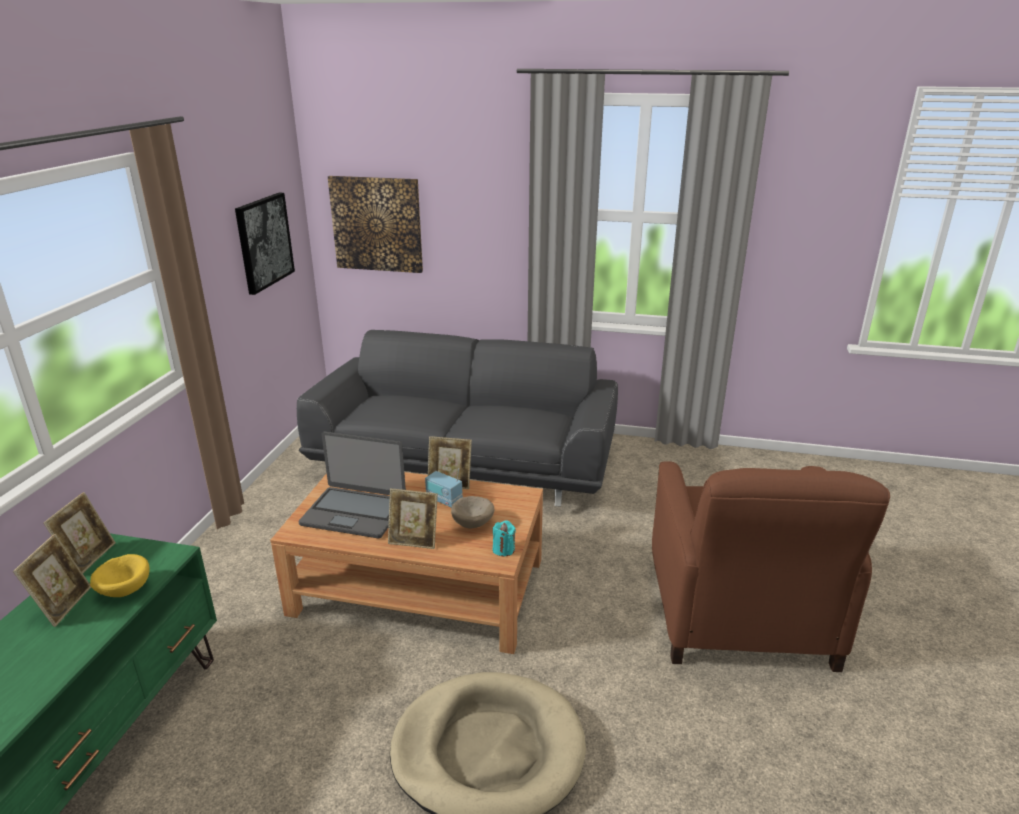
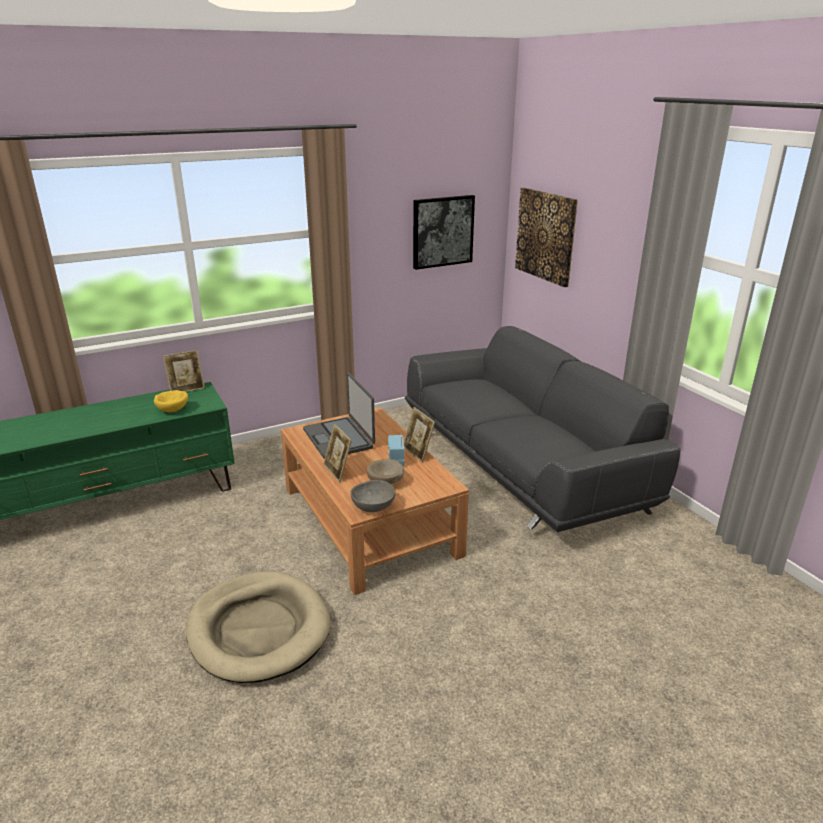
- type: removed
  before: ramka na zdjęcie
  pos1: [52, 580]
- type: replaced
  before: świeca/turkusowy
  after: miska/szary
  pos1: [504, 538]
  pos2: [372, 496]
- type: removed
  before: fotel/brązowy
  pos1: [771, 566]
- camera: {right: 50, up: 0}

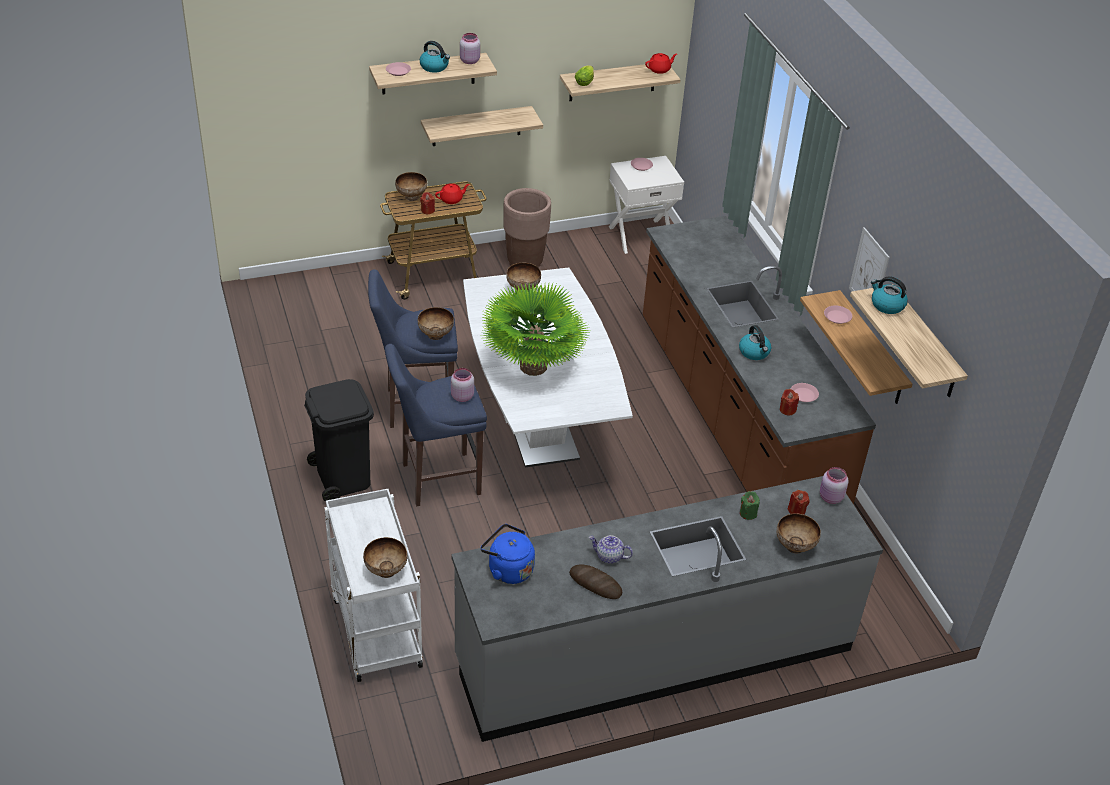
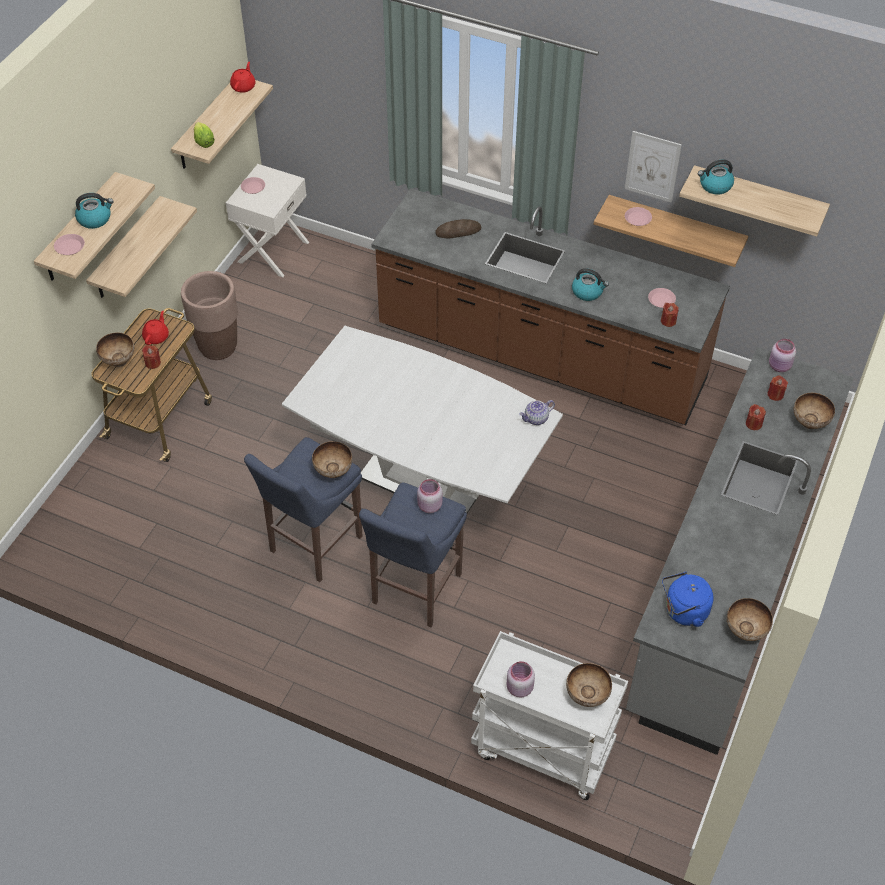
- type: removed
  before: kosz na śmieci/czarny
  pos1: [339, 440]
- type: moved
  before: słoik/różowy
  pos1: [470, 48]
  pos2: [520, 679]
- type: removed
  before: roślina doniczkowa
  pos1: [536, 330]
- type: moved
  before: miska
  pos1: [523, 278]
  pos2: [750, 619]
- type: moved
  before: chleb
  pos1: [595, 582]
  pos2: [458, 229]
- type: moved
  before: imbryk
  pos1: [611, 549]
  pos2: [537, 412]
- type: recoloured
  before: świeca/zielony
  after: świeca/czerwony
  pos1: [750, 505]
  pos2: [756, 417]
- camera: {right: -45, up: 10}

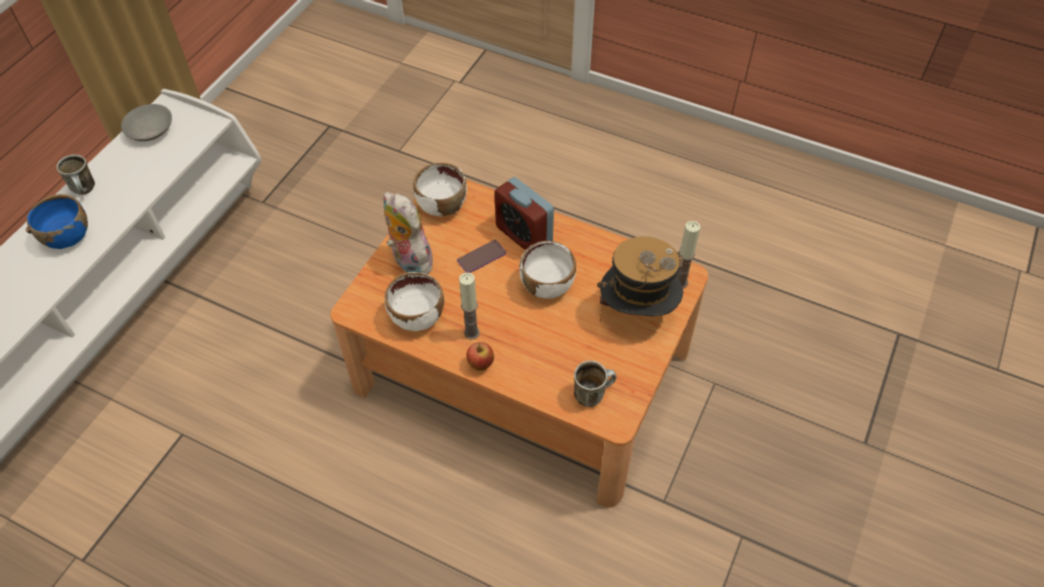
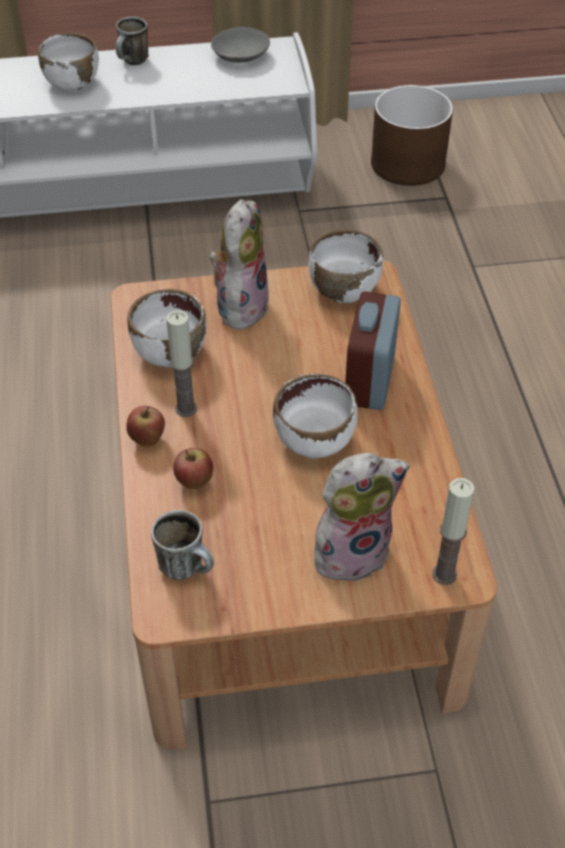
- type: recoloured
  before: miska/niebieski
  after: miska/biały
  pos1: [57, 221]
  pos2: [68, 62]
- type: removed
  before: telefon
  pos1: [481, 256]
- type: replaced
  before: kapelusz
  after: pluszak
  pos1: [640, 280]
  pos2: [362, 519]
- type: added
  after: jabłko
  pos2: [193, 468]
- type: added
  after: donica/brązowy
  pos2: [412, 135]
- camera: {right: 55, up: -5}

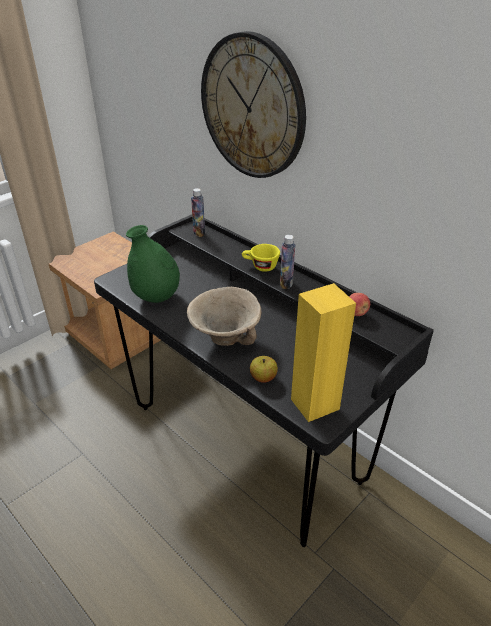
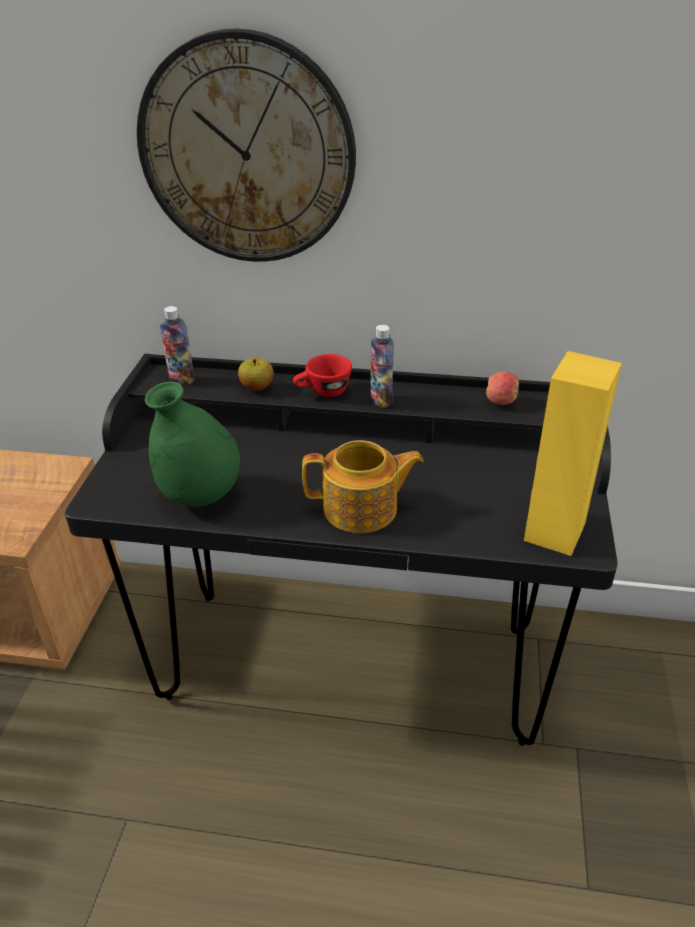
- type: replaced
  before: miska/beżowy
  after: imbryk
  pos1: [224, 316]
  pos2: [363, 486]
- type: recoloured
  before: filiżanka/żółty
  after: filiżanka/czerwony
  pos1: [261, 258]
  pos2: [322, 375]
- type: moved
  before: jabłko
  pos1: [264, 369]
  pos2: [255, 374]
- camera: {right: -35, up: 0}

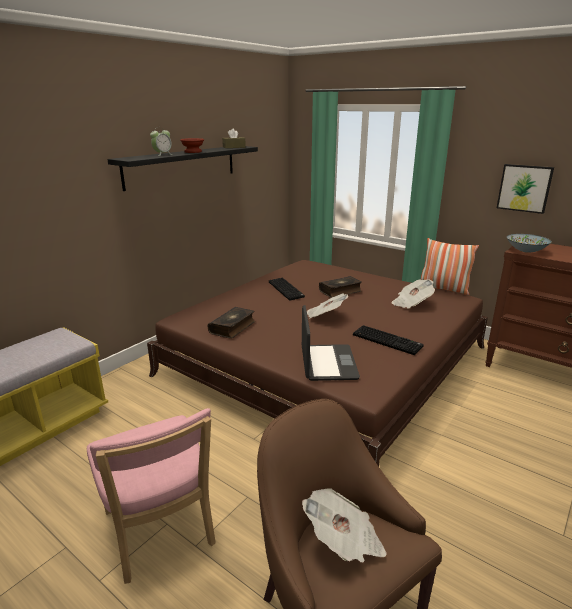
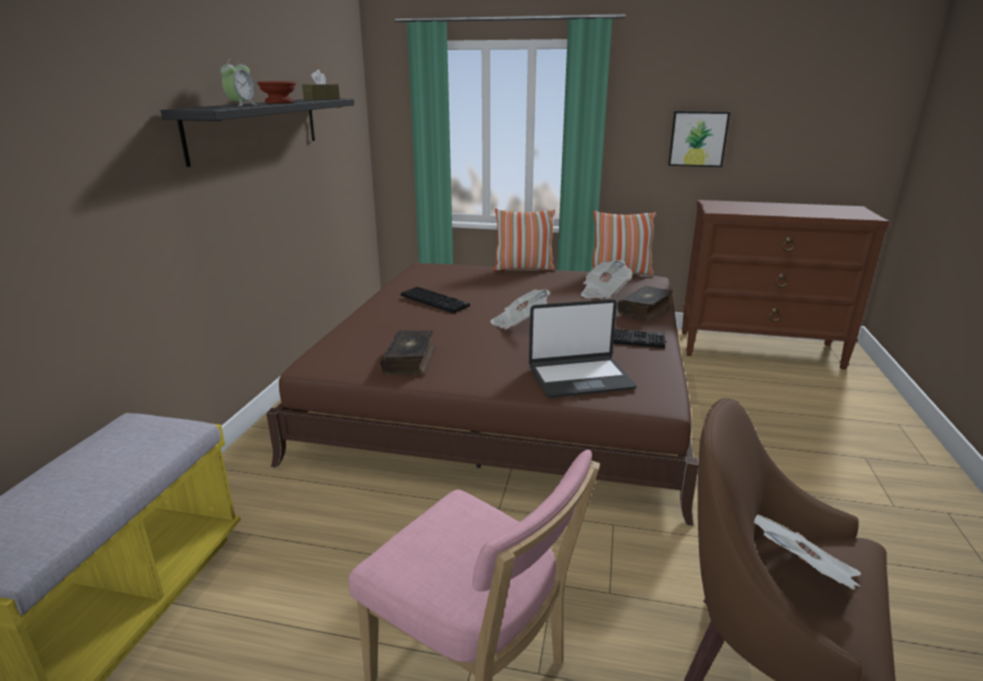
- type: turned
  before: laptop
  pos1: [331, 343]
  pos2: [582, 348]
  turn: 105
- type: moved
  before: książka
  pos1: [340, 287]
  pos2: [645, 303]
- type: removed
  before: miska
  pos1: [529, 243]
- type: added
  after: poduszka
  pos2: [524, 240]
- camera: {right: -25, up: 0}

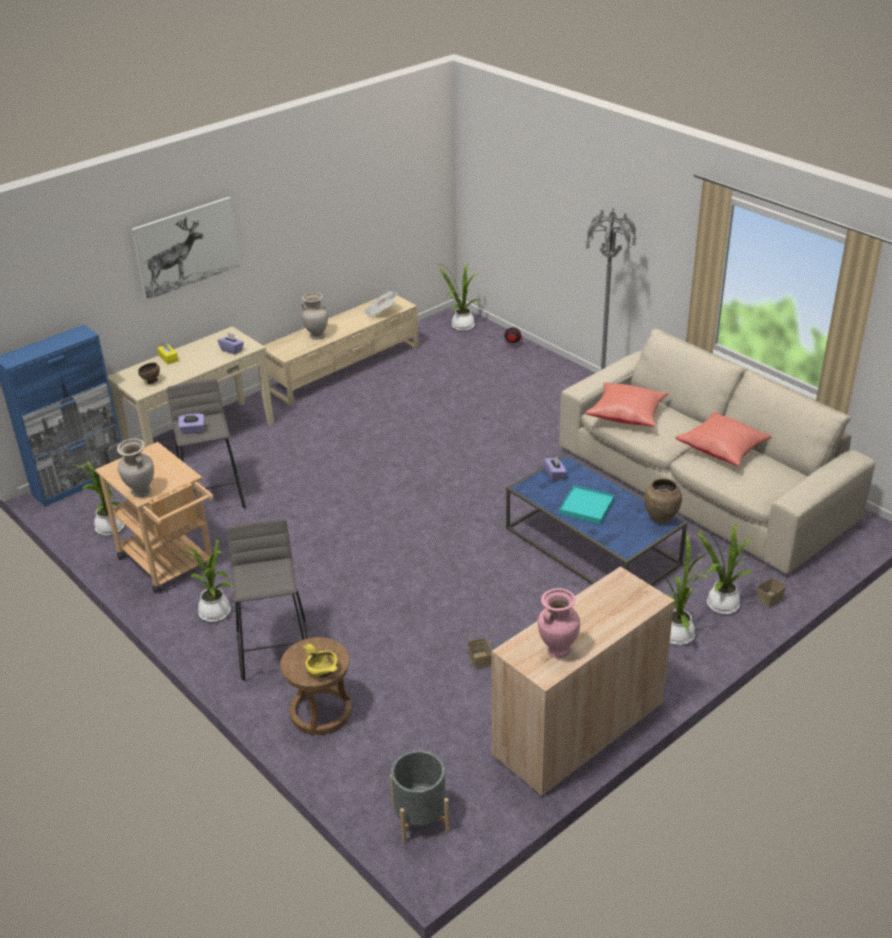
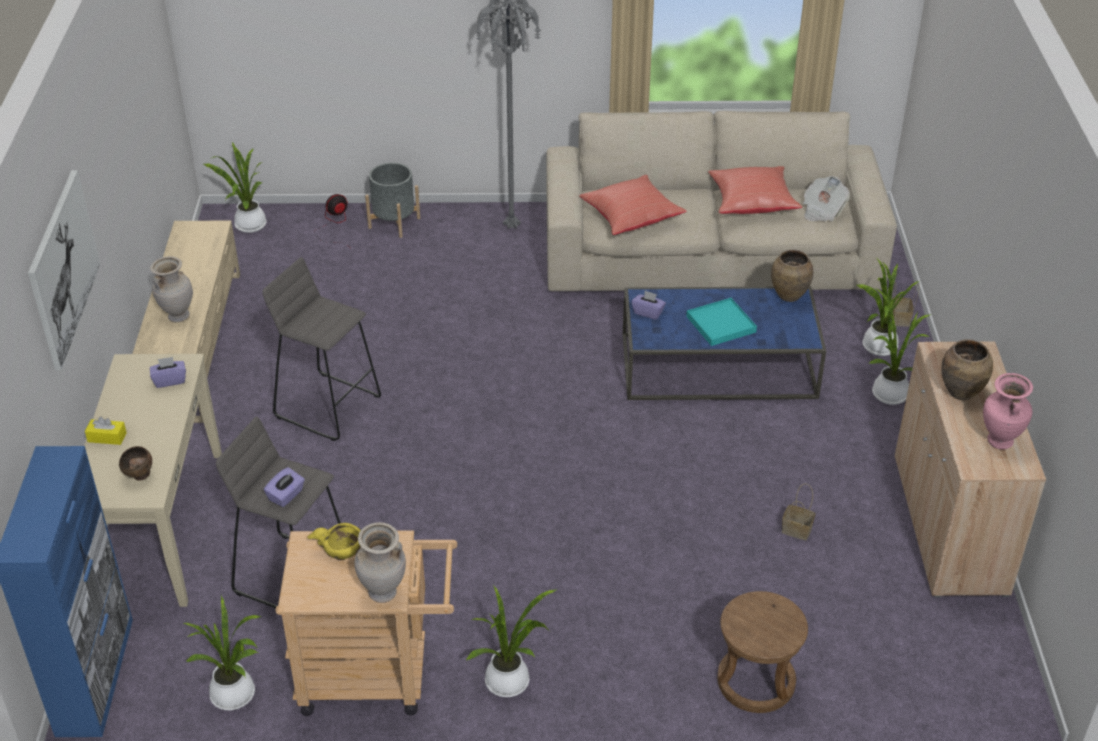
- type: moved
  before: stołek/szary
  pos1: [268, 599]
  pos2: [321, 349]
- type: moved
  before: miska/żółty
  pos1: [320, 661]
  pos2: [334, 541]
- type: moved
  before: gazeta
  pos1: [380, 304]
  pos2: [826, 199]
- type: moved
  before: donica/szary
  pos1: [420, 796]
  pos2: [392, 200]
- type: added
  after: wazon/brązowy
  pos2: [967, 369]
- camera: {right: -50, up: 5}

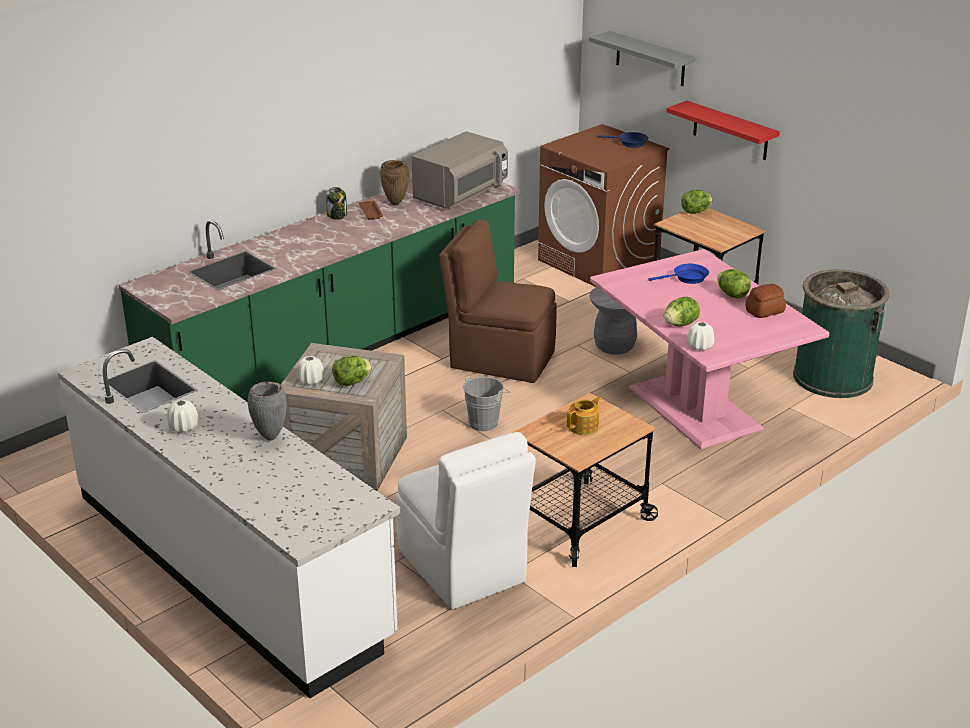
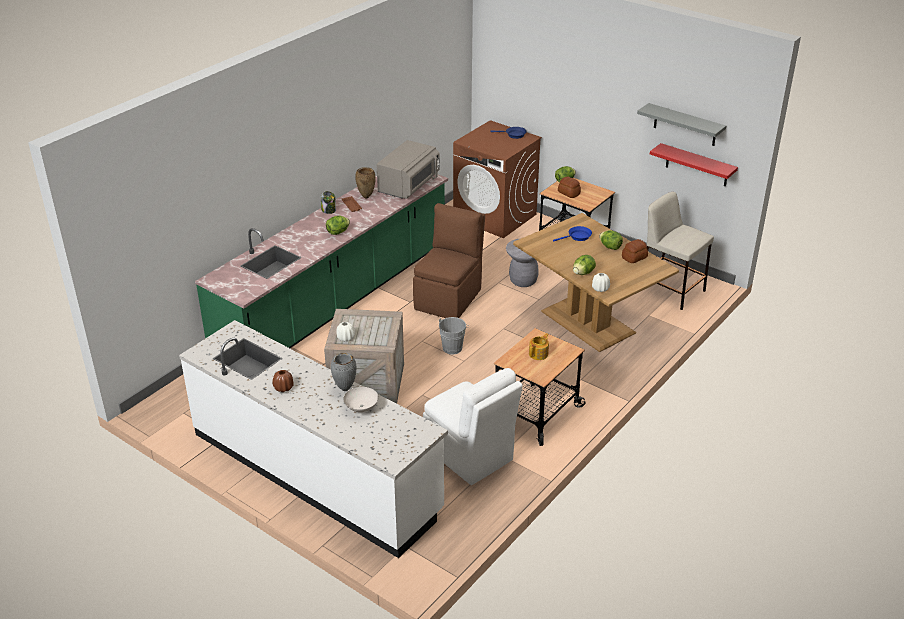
- type: recoloured
  before: wazon/biały
  after: wazon/brązowy
  pos1: [182, 416]
  pos2: [283, 381]
- type: moved
  before: sałata
  pos1: [352, 371]
  pos2: [338, 225]
- type: turned
  before: krzesło/brązowy
  pos1: [497, 301]
  pos2: [449, 260]
  turn: 105
- type: moved
  before: półka/szary
  pos1: [642, 58]
  pos2: [681, 124]
- type: recoloured
  before: stół jadalny/różowy
  after: stół jadalny/brązowy
  pos1: [709, 349]
  pos2: [596, 282]
- type: moved
  before: półka/czerwony
  pos1: [723, 130]
  pos2: [694, 165]
- type: replaced
  before: kosz na śmieci/zielony
  after: stołek/beżowy
  pos1: [841, 333]
  pos2: [680, 251]
- type: added
  after: miska/biały
  pos2: [360, 399]
- type: added
  after: chleb
  pos2: [569, 187]
- camera: {right: -10, up: 5}

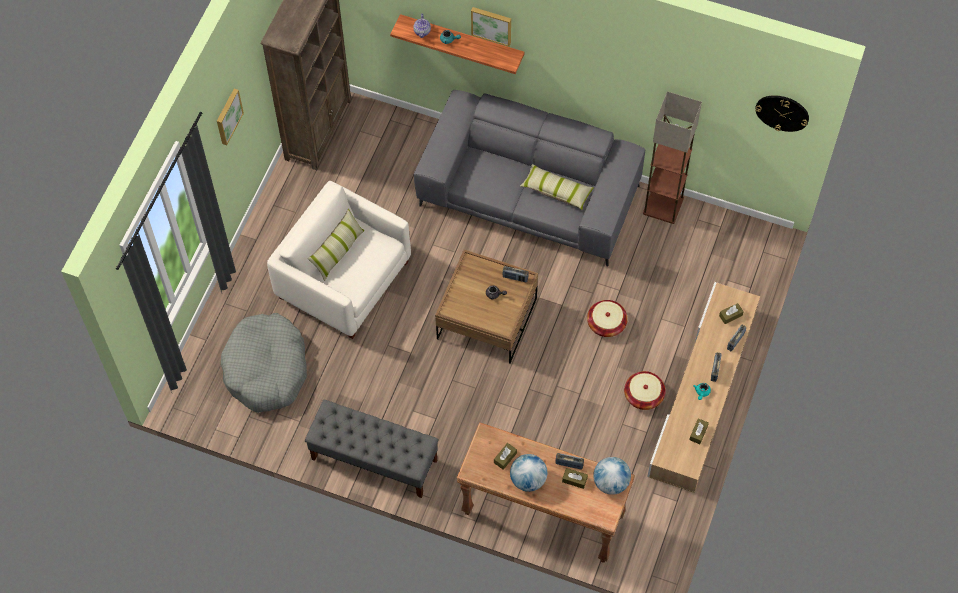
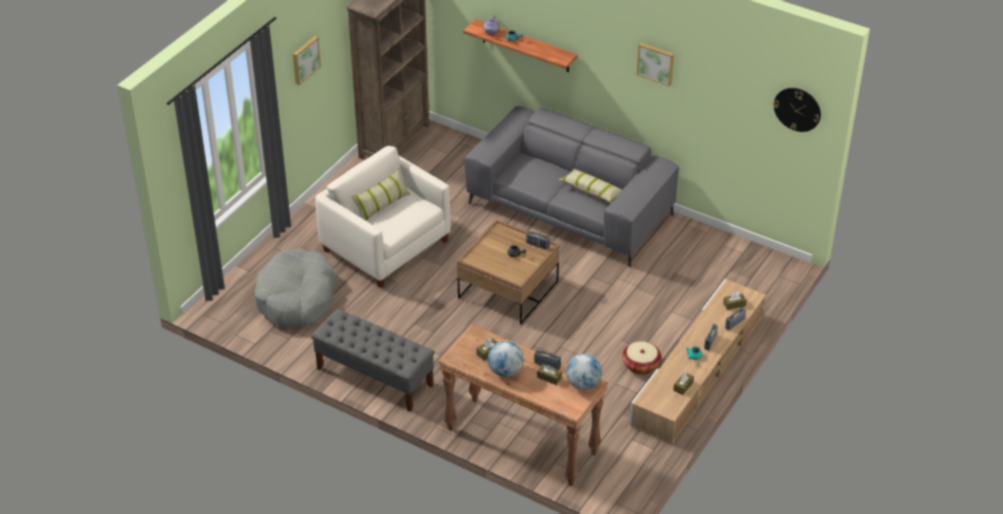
- type: moved
  before: obraz
  pos1: [491, 27]
  pos2: [655, 65]
- type: removed
  before: koszyk
  pos1: [607, 318]
- type: removed
  before: lampa stojąca
  pos1: [672, 157]
- camera: {right: 10, up: -20}

